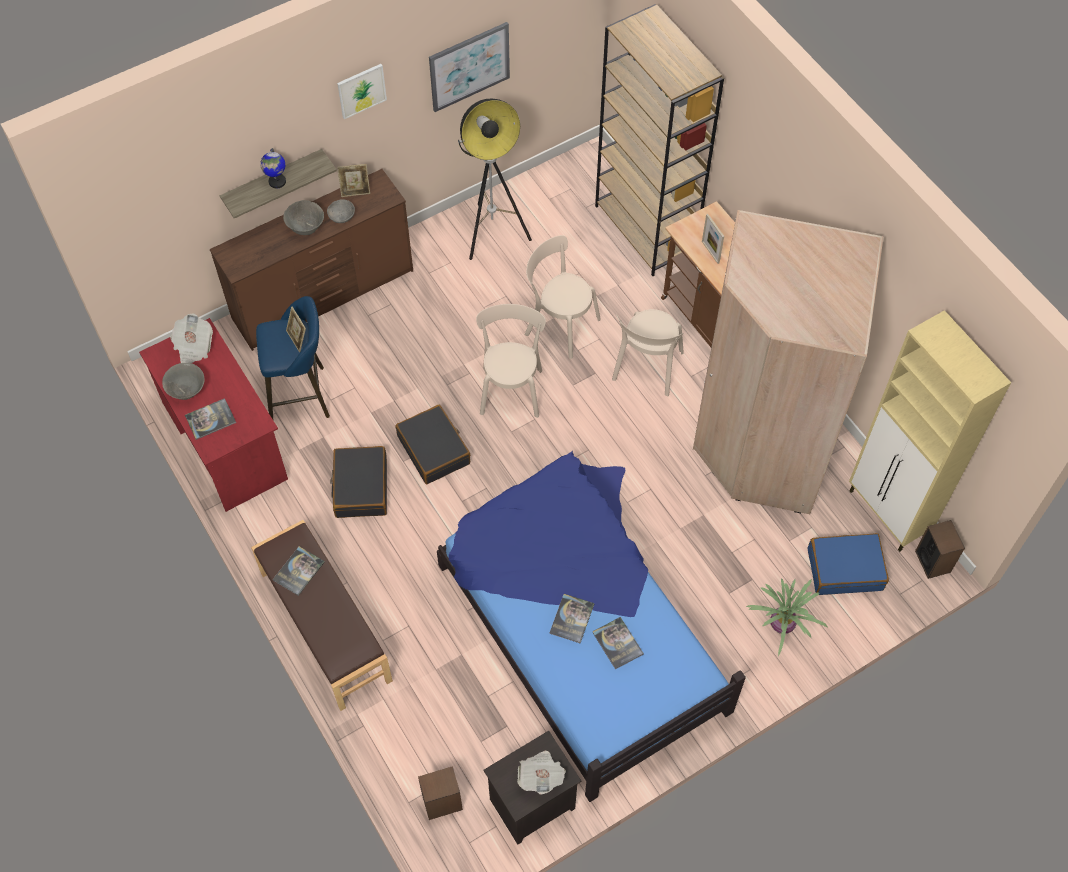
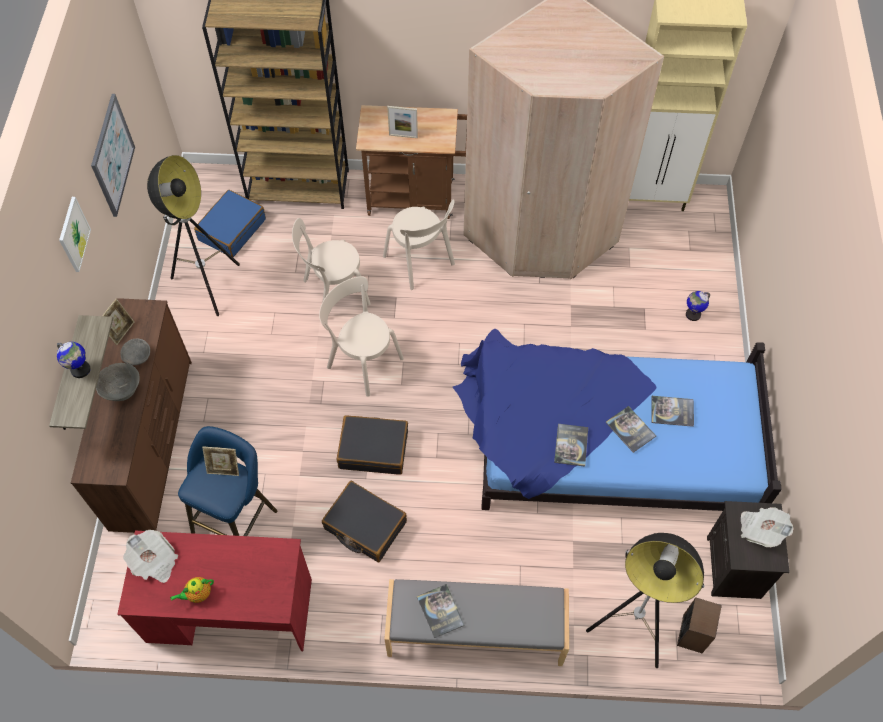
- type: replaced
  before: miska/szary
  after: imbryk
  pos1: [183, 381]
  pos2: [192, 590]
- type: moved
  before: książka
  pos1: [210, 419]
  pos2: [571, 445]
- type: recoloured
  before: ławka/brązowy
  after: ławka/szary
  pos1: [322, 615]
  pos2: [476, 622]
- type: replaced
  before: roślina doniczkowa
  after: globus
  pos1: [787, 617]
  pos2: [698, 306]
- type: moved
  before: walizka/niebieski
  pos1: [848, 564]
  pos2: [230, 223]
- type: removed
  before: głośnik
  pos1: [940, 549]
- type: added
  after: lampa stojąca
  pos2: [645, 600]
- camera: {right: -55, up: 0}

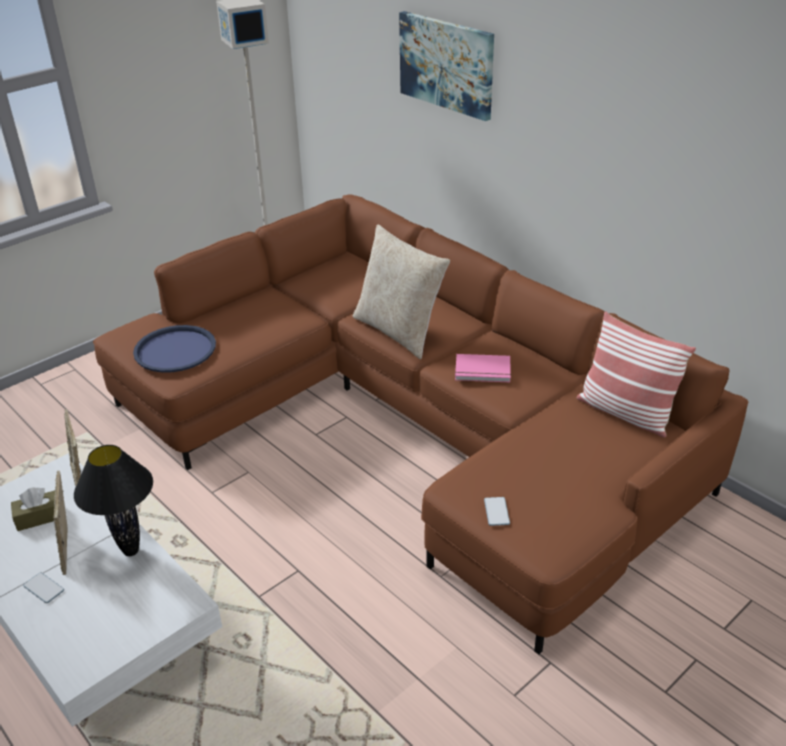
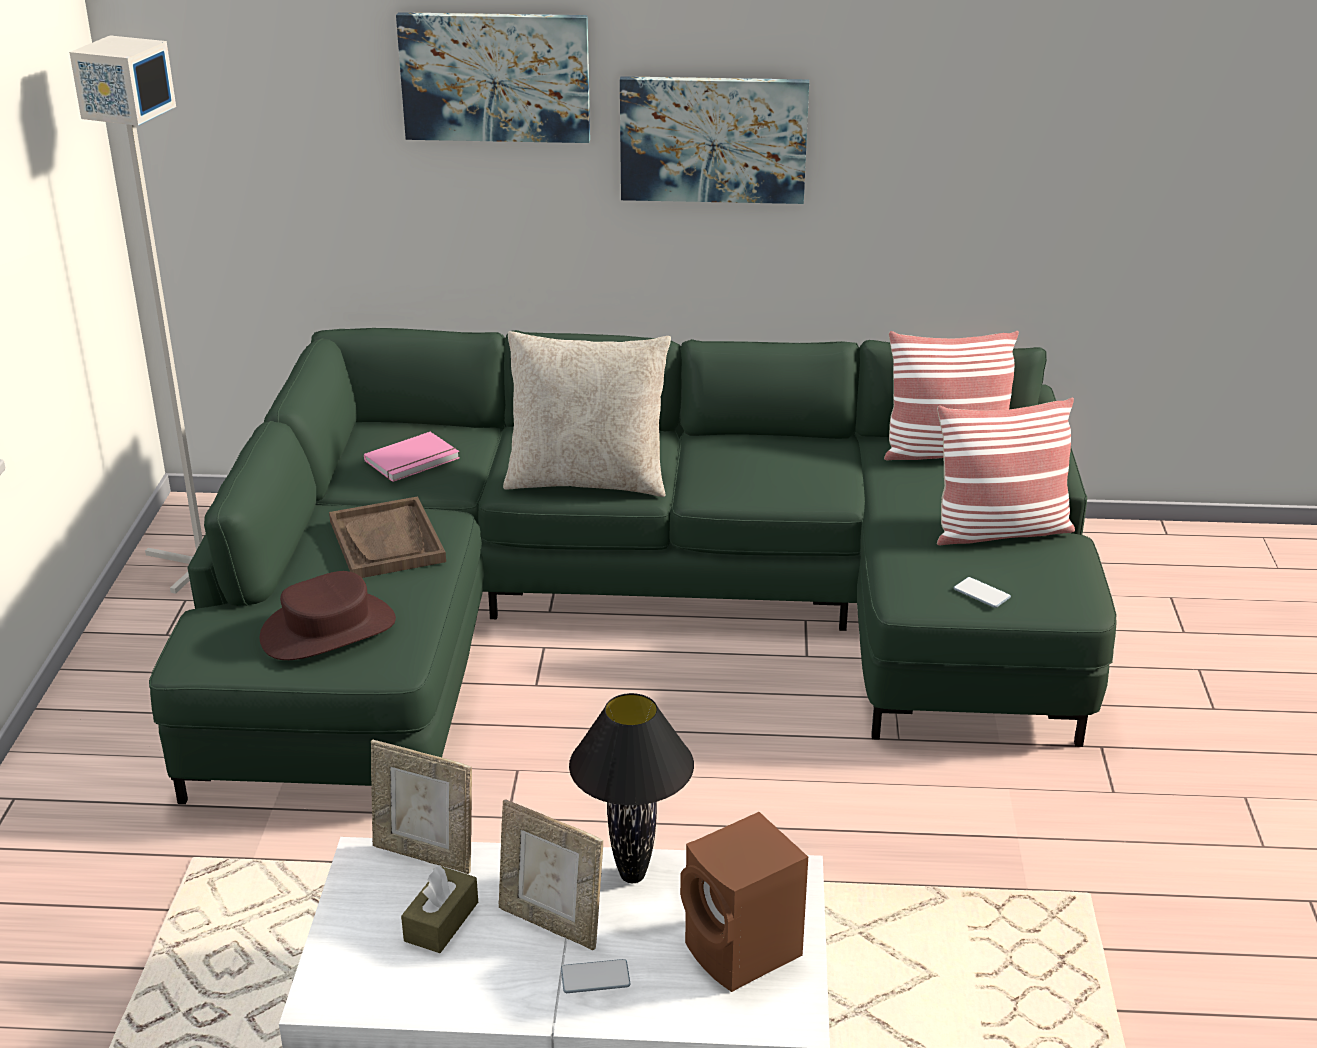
- type: recoloured
  before: kanapa/brązowy
  after: kanapa/zielony
  pos1: [420, 424]
  pos2: [633, 566]
- type: replaced
  before: taca/niebieski
  after: kapelusz/brązowy
  pos1: [174, 348]
  pos2: [328, 615]
- type: moved
  before: książka/różowy
  pos1: [483, 368]
  pos2: [411, 457]
- type: added
  after: taca/brązowy
  pos2: [387, 537]
- type: added
  after: obraz
  pos2: [714, 140]
- type: added
  after: głośnik/brązowy
  pos2: [744, 902]
- type: added
  after: poduszka
  pos2: [1006, 471]
- camera: {right: -45, up: -5}

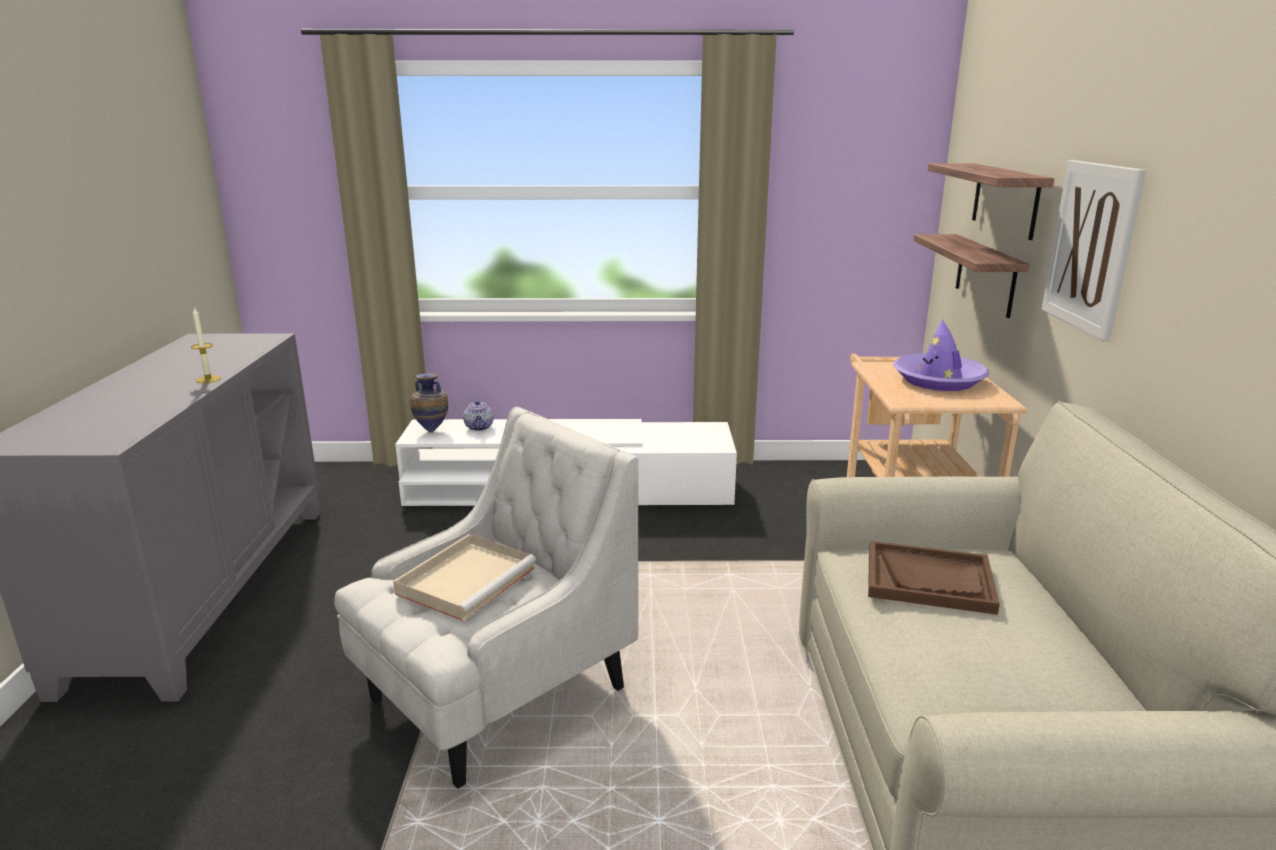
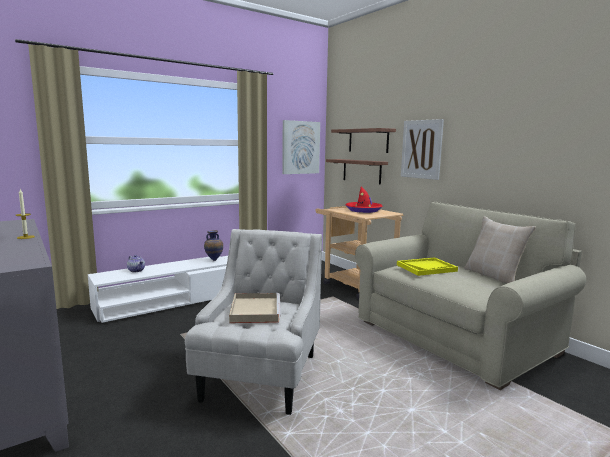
- type: moved
  before: wazon
  pos1: [429, 402]
  pos2: [213, 245]
- type: recoloured
  before: taca/brązowy
  after: taca/żółty
  pos1: [934, 578]
  pos2: [427, 266]
- type: recoloured
  before: kapelusz/fioletowy
  after: kapelusz/czerwony
  pos1: [941, 355]
  pos2: [364, 199]
- type: added
  after: obraz
  pos2: [301, 147]
- type: added
  after: poduszka/beżowy
  pos2: [500, 249]
- camera: {right: -35, up: -10}

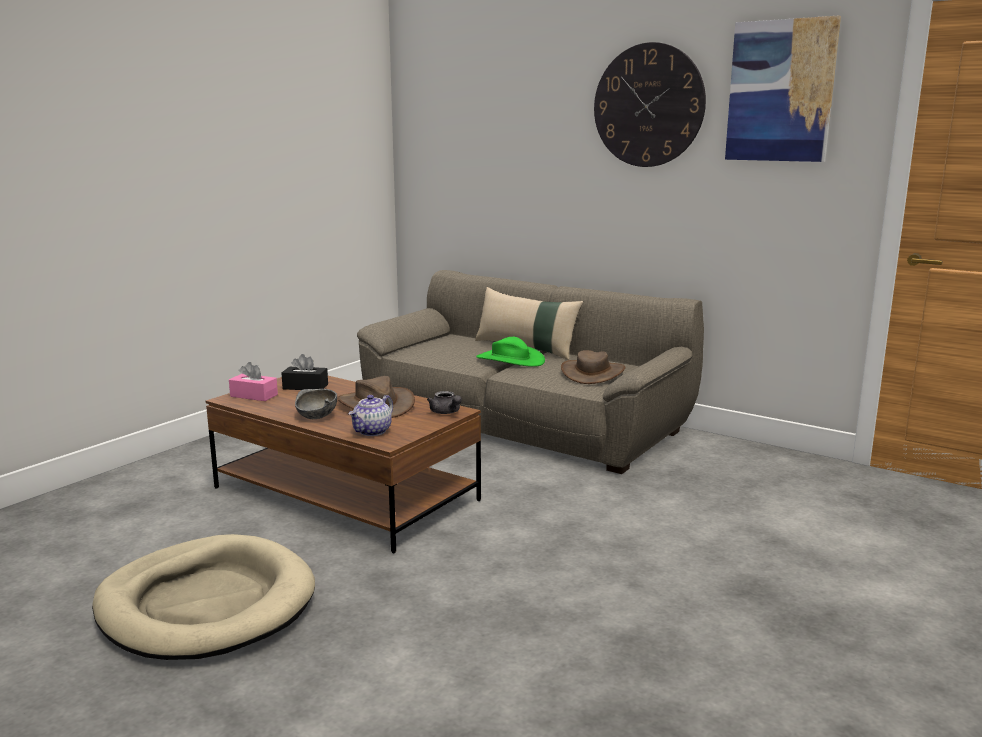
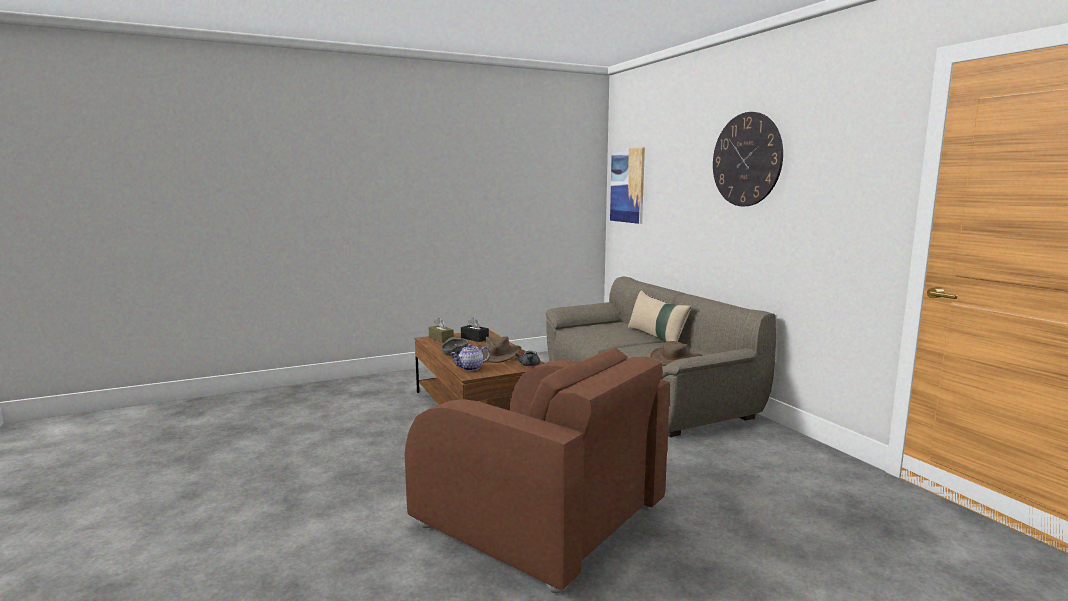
- type: removed
  before: legowisko/beżowy
  pos1: [203, 597]
- type: recoloured
  before: pudełko chusteczek/różowy
  after: pudełko chusteczek/brązowy
  pos1: [253, 381]
  pos2: [441, 330]
- type: removed
  before: kapelusz/zielony
  pos1: [510, 352]
- type: moved
  before: obraz
  pos1: [783, 88]
  pos2: [627, 185]
- type: added
  after: fotel/brązowy
  pos2: [537, 470]
- camera: {right: 30, up: -5}

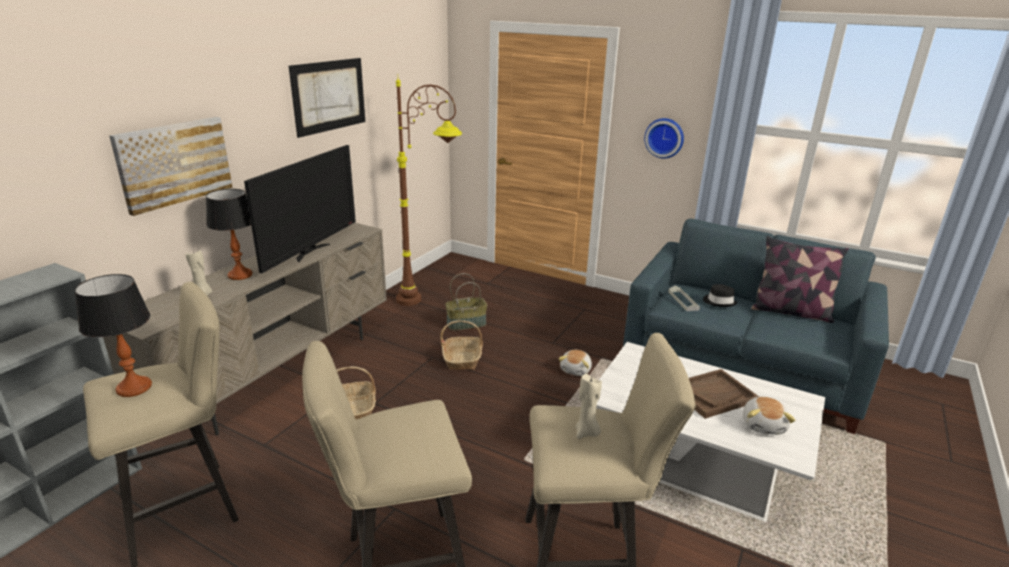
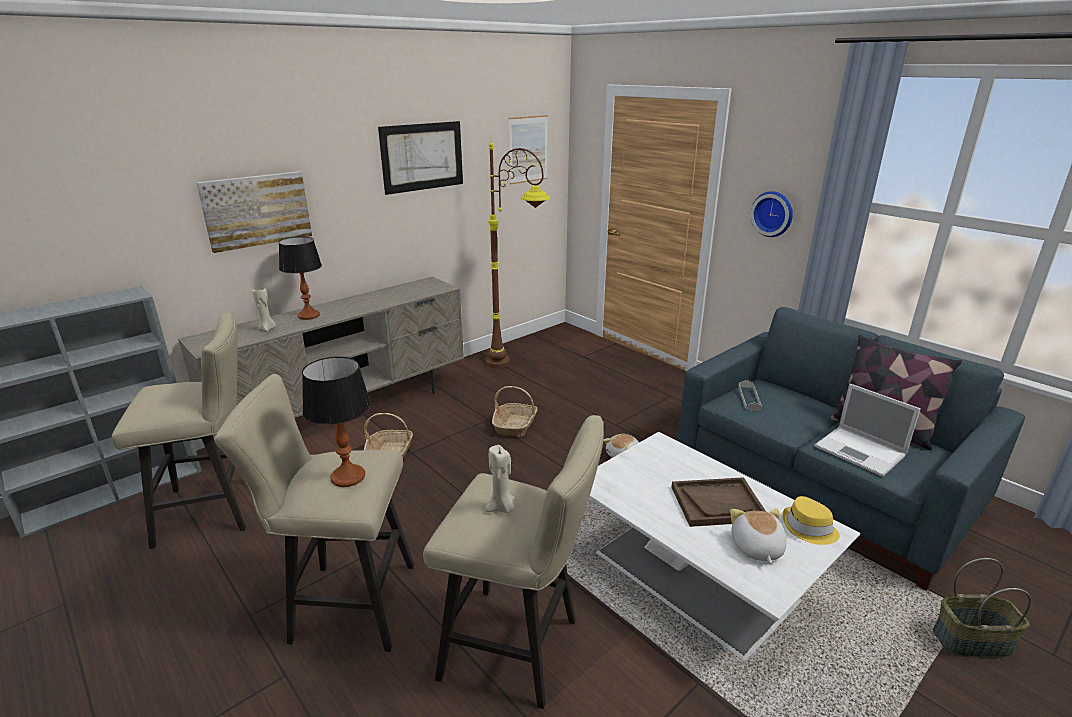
- type: moved
  before: lampa stołowa
  pos1: [113, 335]
  pos2: [336, 422]
- type: removed
  before: telewizor
  pos1: [300, 209]
- type: moved
  before: koszyk
  pos1: [466, 302]
  pos2: [982, 607]
- type: removed
  before: kapelusz/czarny
  pos1: [720, 295]
- type: turned
  before: pluszak
  pos1: [769, 416]
  pos2: [758, 535]
  turn: 150
- type: added
  after: obraz
  pos2: [528, 149]
- type: added
  after: kapelusz/żółty
  pos2: [811, 520]
- type: added
  after: laptop
  pos2: [868, 430]
- camera: {right: 20, up: 0}

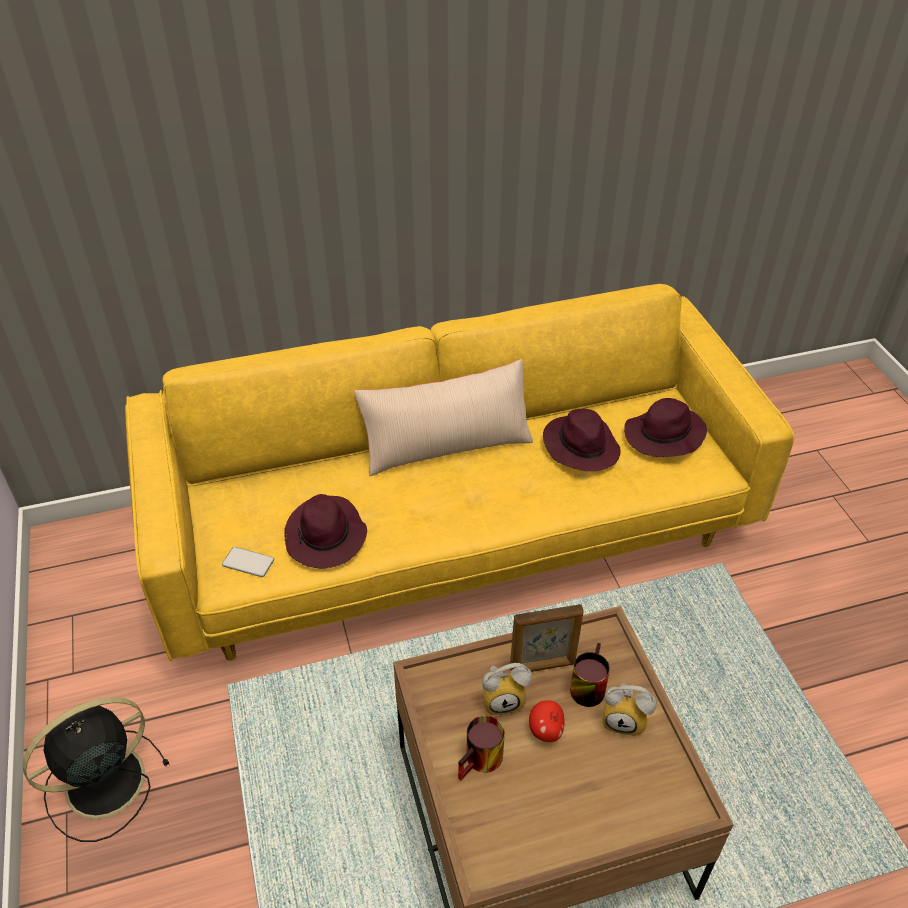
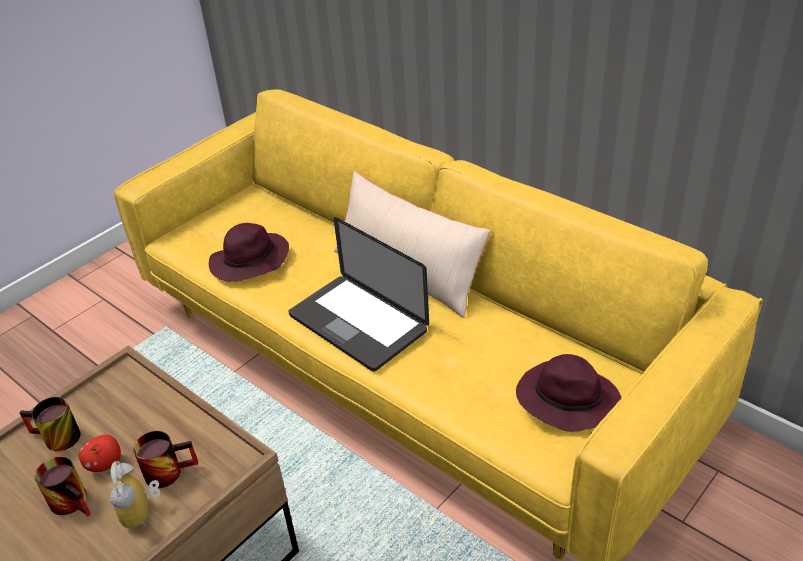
- type: removed
  before: wentylator/czarny
  pos1: [96, 769]
- type: removed
  before: telefon
  pos1: [248, 562]
- type: removed
  before: budzik
  pos1: [507, 689]
- type: removed
  before: ramka na zdjęcie
  pos1: [547, 638]
- type: removed
  before: kapelusz/fioletowy
  pos1: [582, 440]
- type: added
  after: kubek
  pos2: [62, 486]
- type: added
  after: laptop
  pos2: [358, 294]
- camera: {right: 60, up: -5}

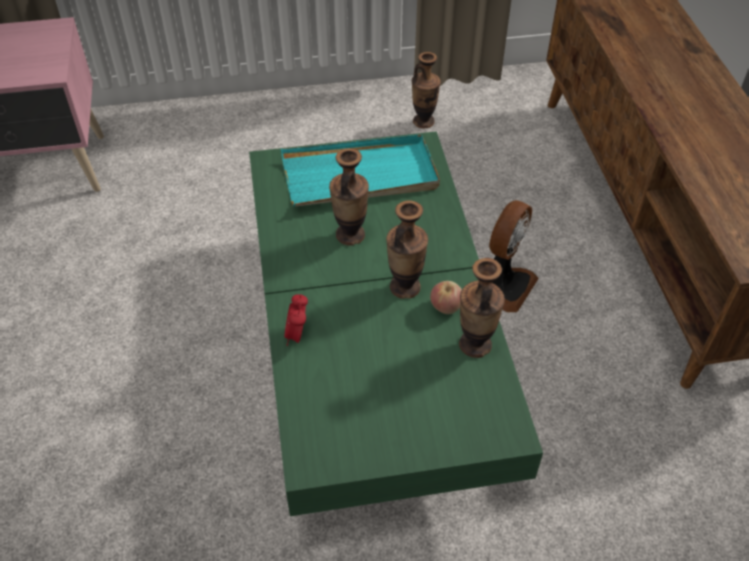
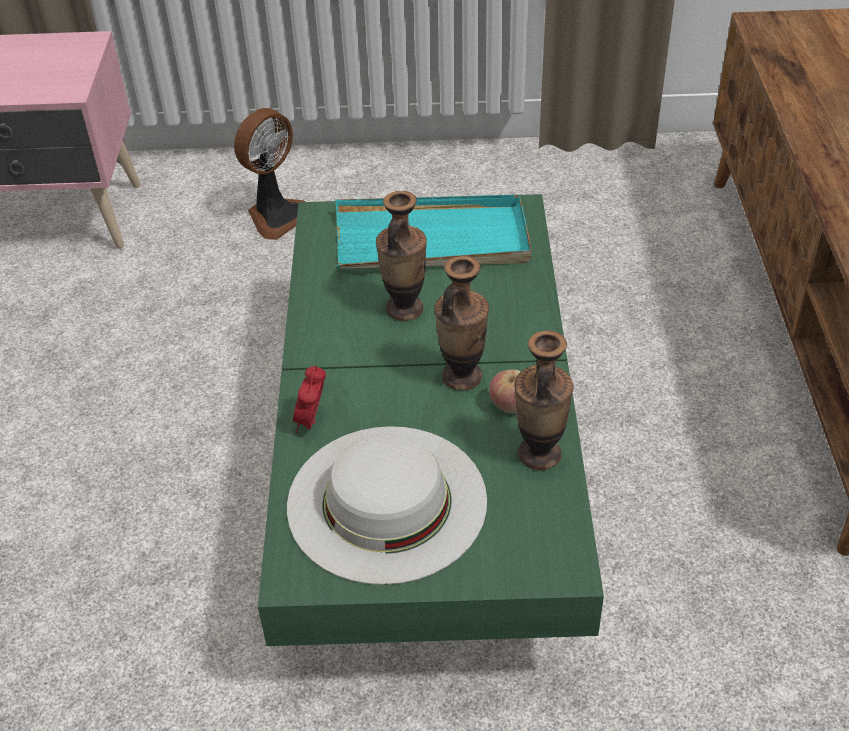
- type: removed
  before: wazon
  pos1: [426, 90]
- type: moved
  before: wentylator
  pos1: [514, 256]
  pos2: [269, 174]
- type: added
  after: kapelusz/biały
  pos2: [387, 505]
- camera: {right: 10, up: -5}

